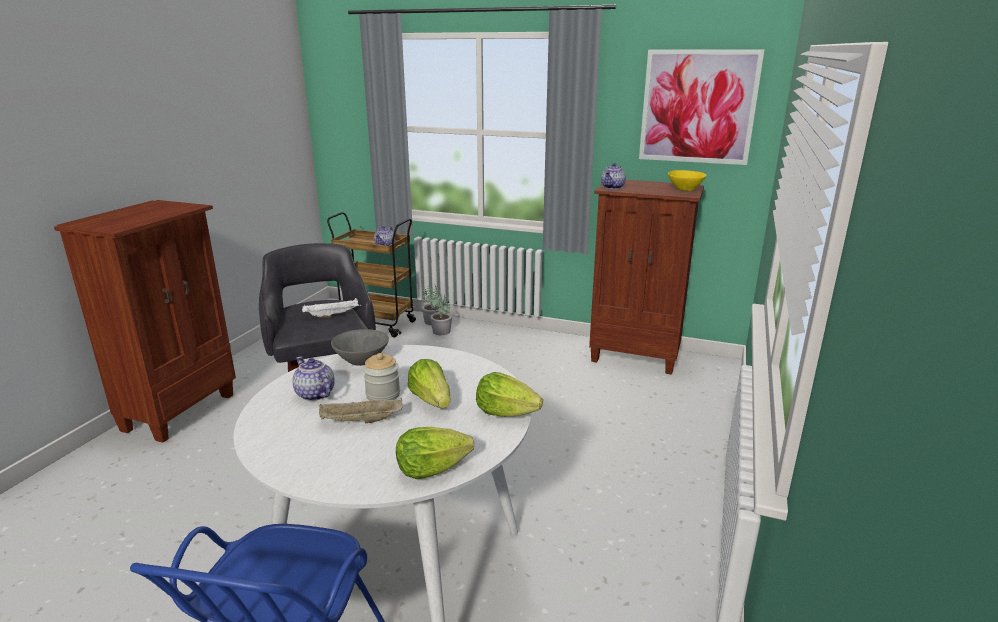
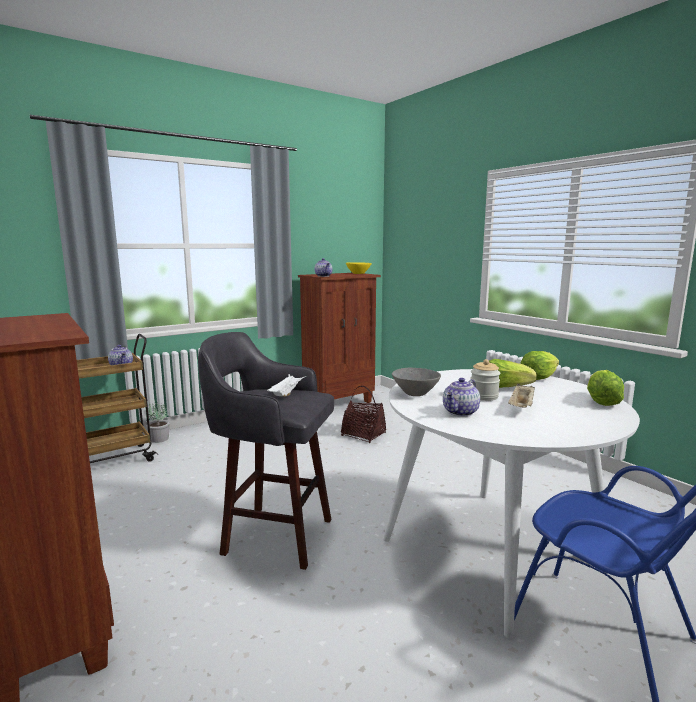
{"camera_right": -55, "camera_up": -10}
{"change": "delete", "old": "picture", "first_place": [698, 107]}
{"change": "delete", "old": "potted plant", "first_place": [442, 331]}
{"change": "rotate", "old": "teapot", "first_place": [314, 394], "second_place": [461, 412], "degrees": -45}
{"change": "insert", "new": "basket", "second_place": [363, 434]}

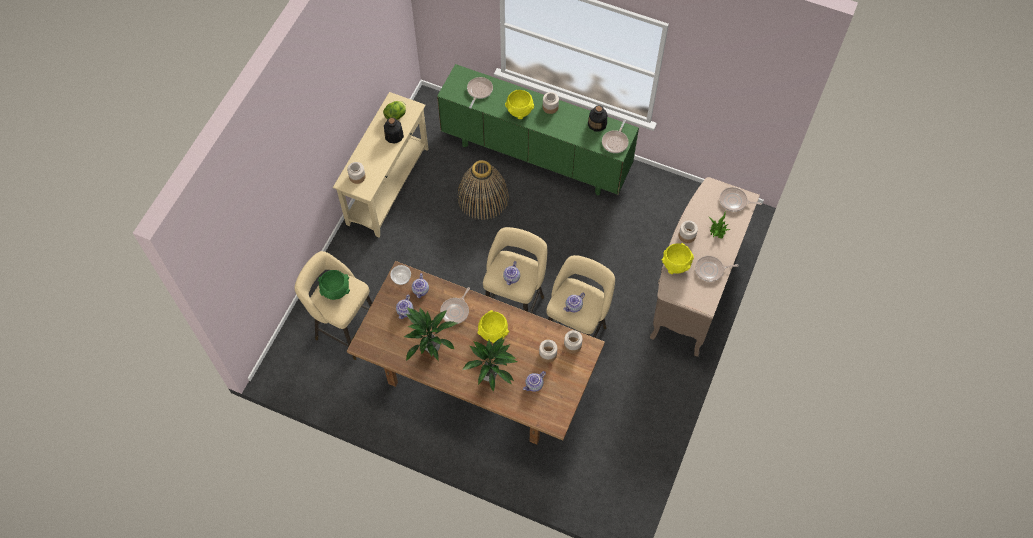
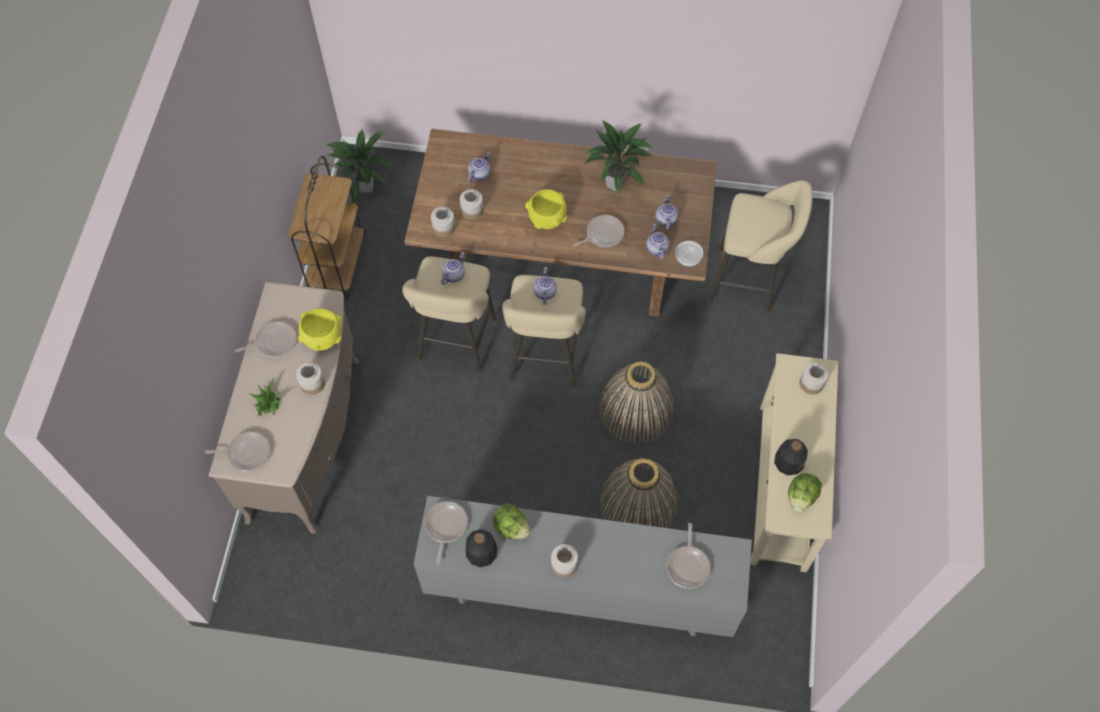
{"camera_right": 165, "camera_up": 0}
{"change": "recolor", "old": "cabinet (green)", "new": "cabinet (grey)", "first_place": [536, 157], "second_place": [579, 593]}
{"change": "delete", "old": "bowl (yellow)", "first_place": [519, 111]}
{"change": "delete", "old": "bowl (green)", "first_place": [336, 291]}
{"change": "rotate", "old": "frying pan", "first_place": [456, 311], "second_place": [602, 234], "degrees": 45}
{"change": "move", "old": "potted plant", "first_place": [490, 377], "second_place": [366, 187]}
{"change": "insert", "new": "cart (brown)", "second_place": [336, 265]}
{"change": "insert", "new": "basket", "second_place": [636, 410]}
{"change": "insert", "new": "lettuce", "second_place": [511, 527]}

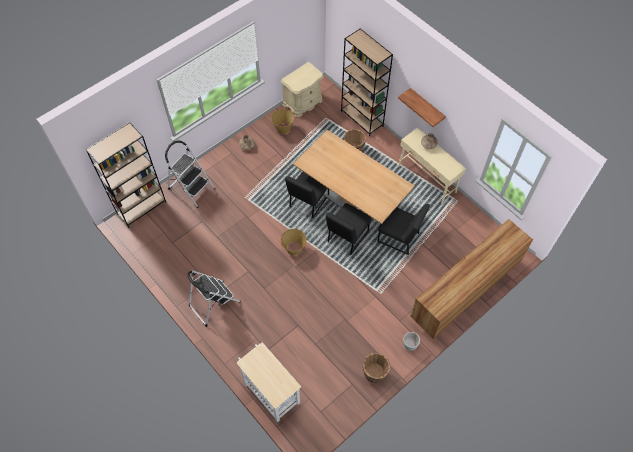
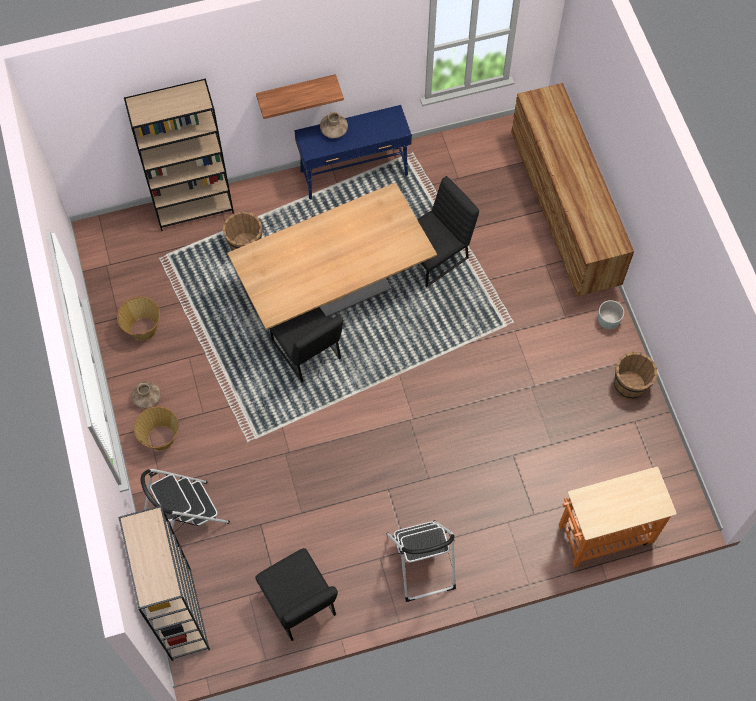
{"camera_right": -65, "camera_up": 5}
{"change": "delete", "old": "nightstand (beige)", "first_place": [304, 103]}
{"change": "recolor", "old": "console table (beige)", "new": "console table (blue)", "first_place": [426, 179], "second_place": [354, 173]}
{"change": "move", "old": "chair (black)", "first_place": [347, 237], "second_place": [299, 604]}
{"change": "move", "old": "basket", "first_place": [294, 248], "second_place": [161, 438]}
{"change": "recolor", "old": "cart (white)", "new": "cart (orange)", "first_place": [271, 393], "second_place": [603, 535]}

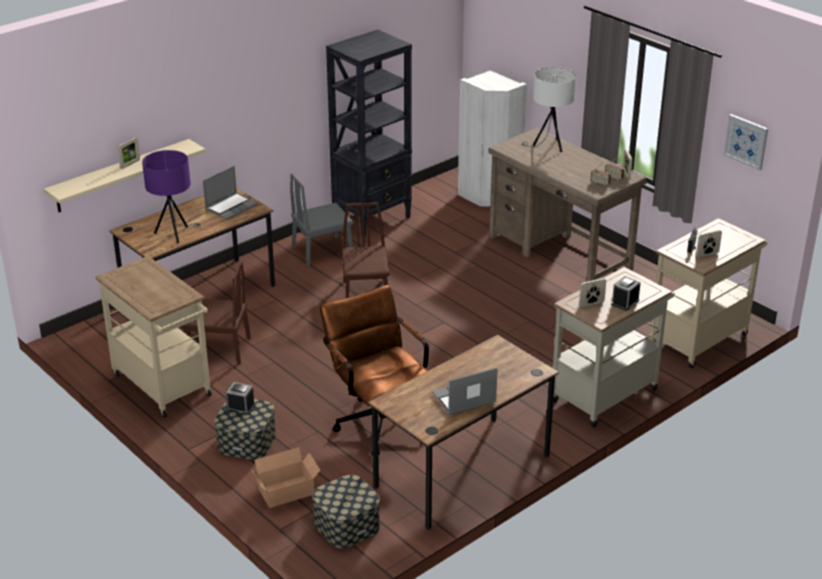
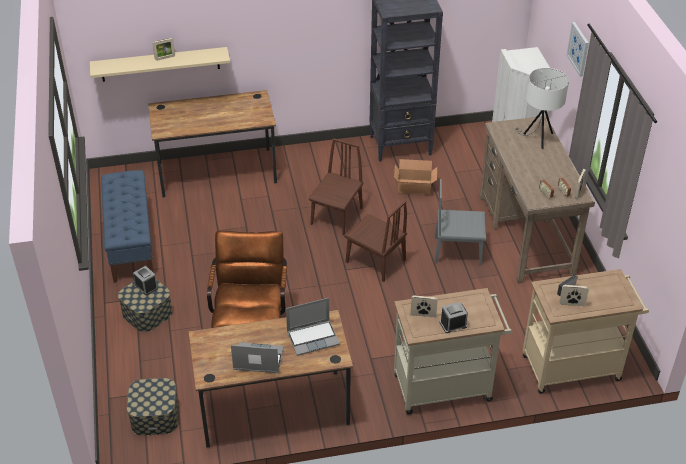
{"camera_right": 30, "camera_up": 10}
{"change": "move", "old": "picture", "first_place": [746, 141], "second_place": [578, 49]}
{"change": "delete", "old": "table lamp (purple)", "first_place": [175, 234]}
{"change": "move", "old": "laptop", "first_place": [231, 207], "second_place": [313, 338]}
{"change": "move", "old": "chair (grey)", "first_place": [322, 251], "second_place": [458, 251]}
{"change": "replace", "old": "cart (beige)", "new": "bench (blue)", "first_place": [164, 387], "second_place": [131, 243]}
{"change": "move", "old": "chair (brown)", "first_place": [218, 349], "second_place": [375, 261]}
{"change": "move", "old": "cardboard box", "first_place": [288, 492], "second_place": [415, 187]}

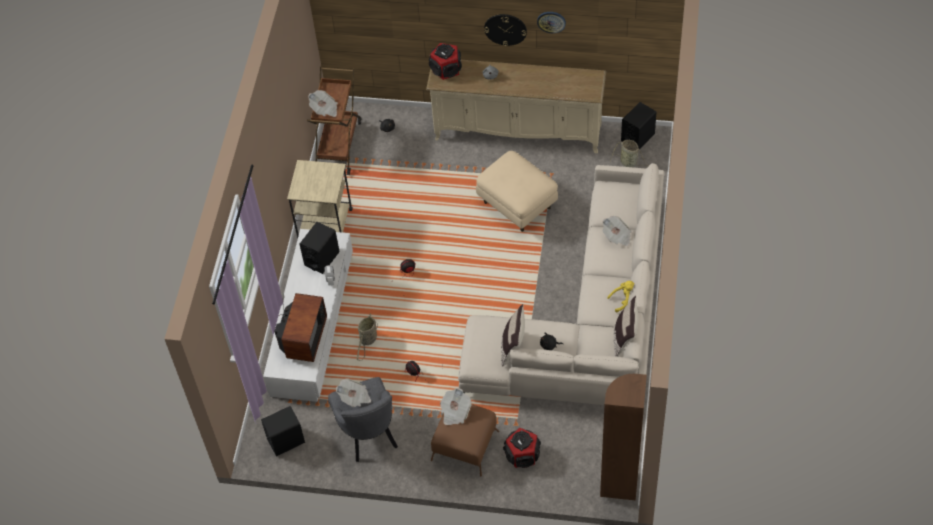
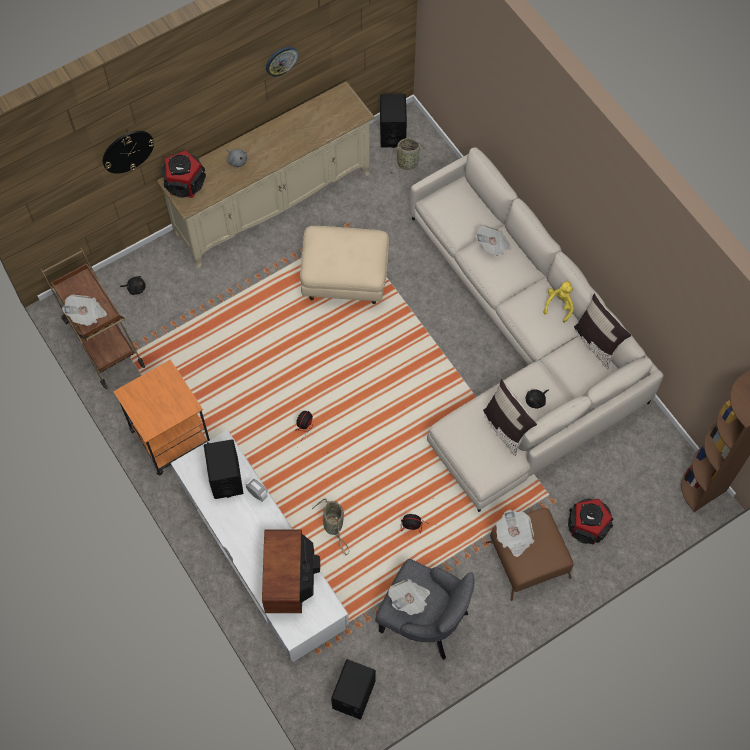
{"camera_right": -45, "camera_up": 10}
{"change": "move", "old": "wall clock", "first_place": [505, 29], "second_place": [127, 151]}
{"change": "recolor", "old": "cart (beige)", "new": "cart (orange)", "first_place": [325, 224], "second_place": [170, 436]}
{"change": "rotate", "old": "television", "first_place": [302, 339], "second_place": [290, 579], "degrees": -150}

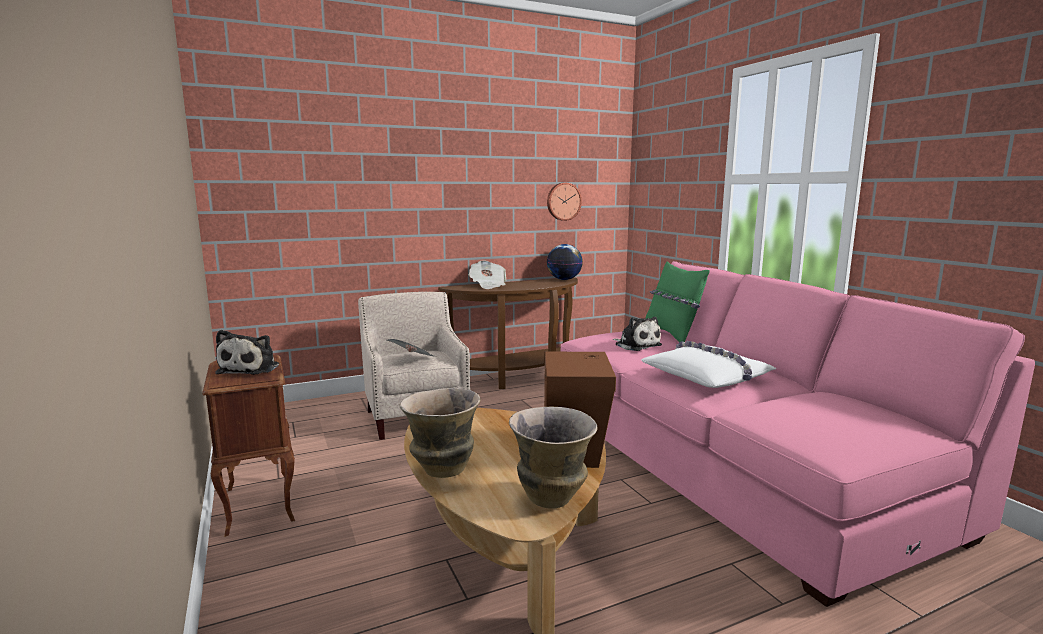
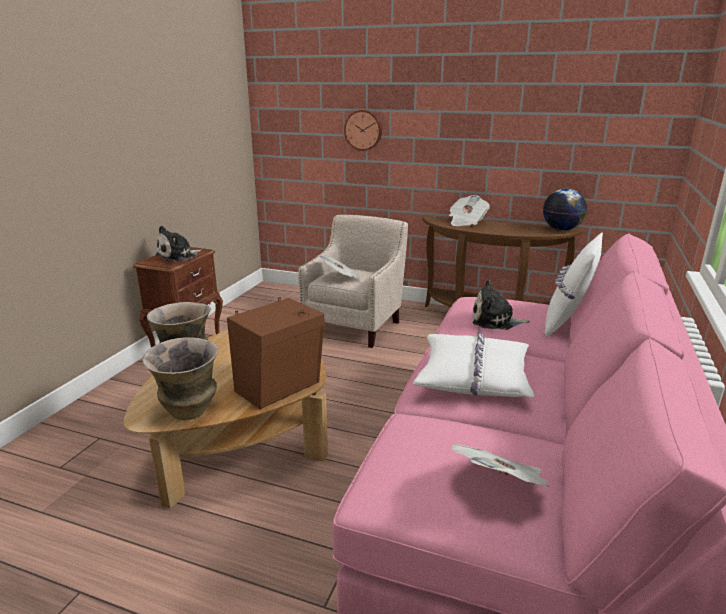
{"camera_right": 45, "camera_up": 10}
{"change": "move", "old": "wall clock", "first_place": [563, 201], "second_place": [363, 130]}
{"change": "recolor", "old": "pillow (green)", "new": "pillow (white)", "first_place": [672, 334], "second_place": [568, 322]}
{"change": "rotate", "old": "plush toy", "first_place": [636, 345], "second_place": [495, 321], "degrees": 90}
{"change": "insert", "new": "newspaper", "second_place": [501, 485]}

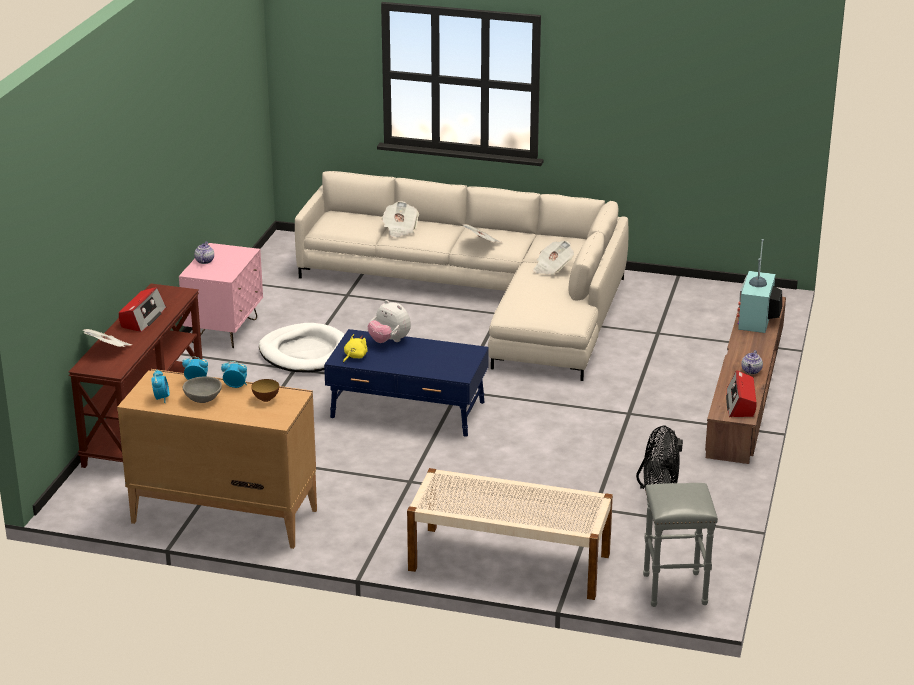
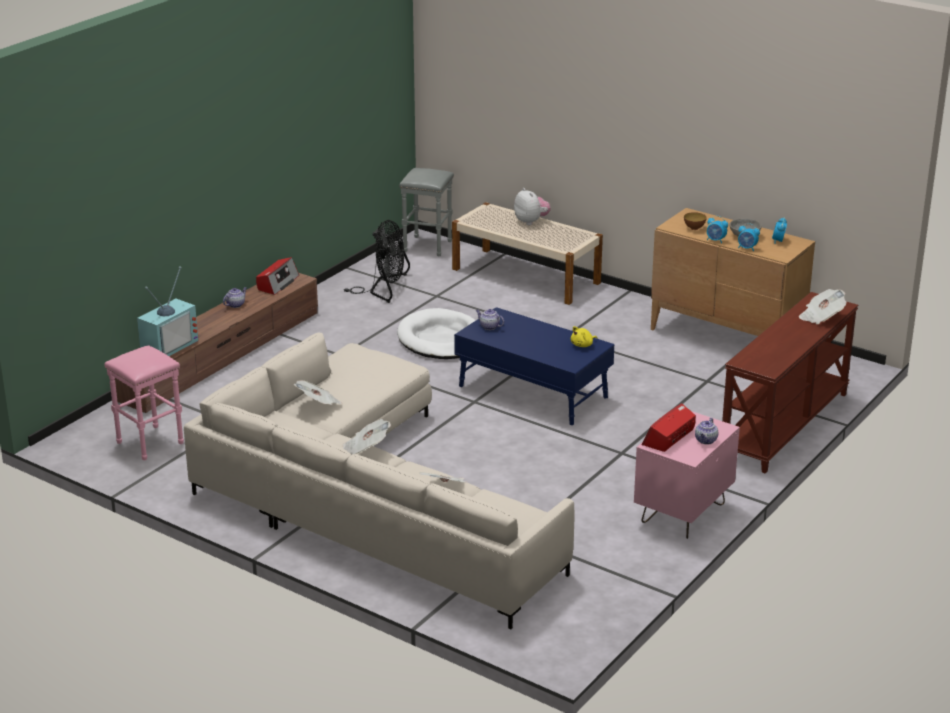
{"camera_right": -160, "camera_up": 0}
{"change": "move", "old": "radio", "first_place": [142, 318], "second_place": [669, 437]}
{"change": "move", "old": "plush toy", "first_place": [389, 341], "second_place": [531, 221]}
{"change": "move", "old": "dog bed (white)", "first_place": [306, 353], "second_place": [441, 339]}
{"change": "insert", "new": "teapot", "second_place": [489, 327]}
{"change": "insert", "new": "stool (pink)", "second_place": [148, 442]}

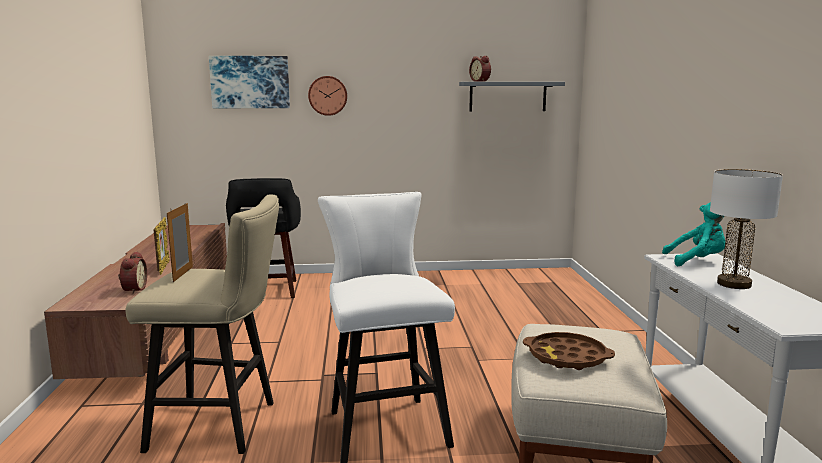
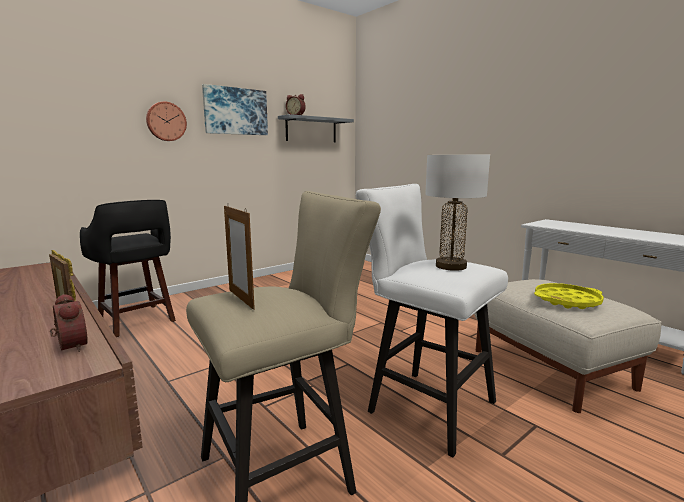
{"camera_right": -35, "camera_up": 0}
{"change": "move", "old": "picture", "first_place": [250, 82], "second_place": [235, 111]}
{"change": "move", "old": "table lamp", "first_place": [733, 284], "second_place": [450, 266]}
{"change": "delete", "old": "plush toy (turquoise)", "first_place": [697, 261]}
{"change": "recolor", "old": "tray (brown)", "new": "tray (yellow)", "first_place": [567, 357], "second_place": [567, 301]}

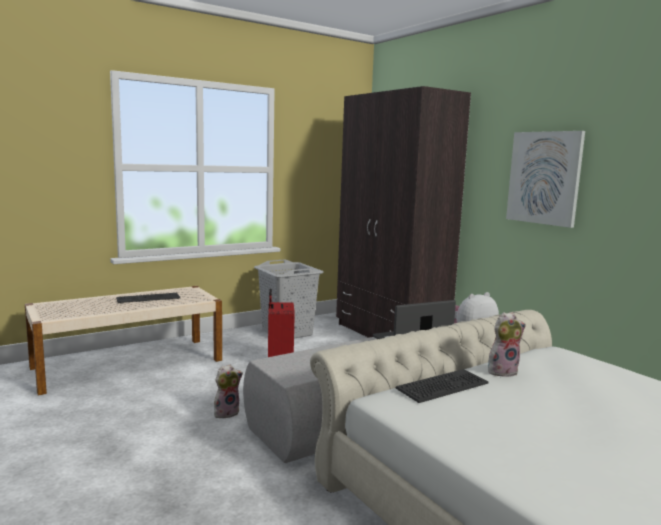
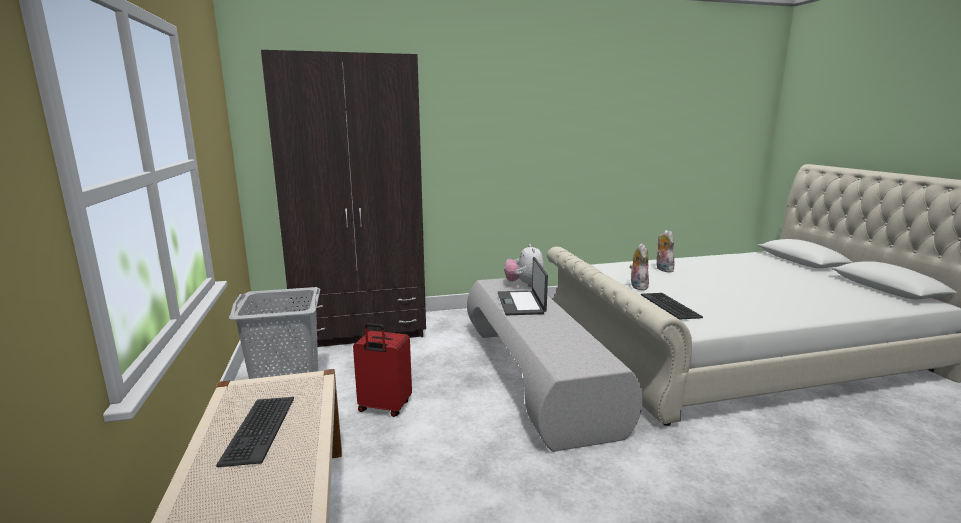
{"camera_right": -70, "camera_up": 5}
{"change": "delete", "old": "picture", "first_place": [544, 178]}
{"change": "move", "old": "plush toy", "first_place": [226, 412], "second_place": [662, 269]}

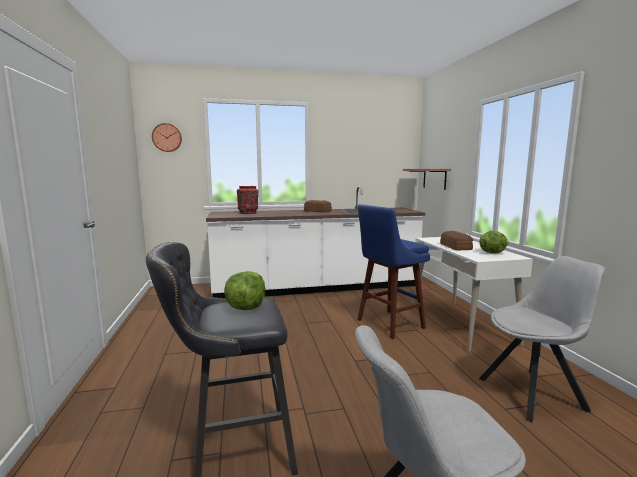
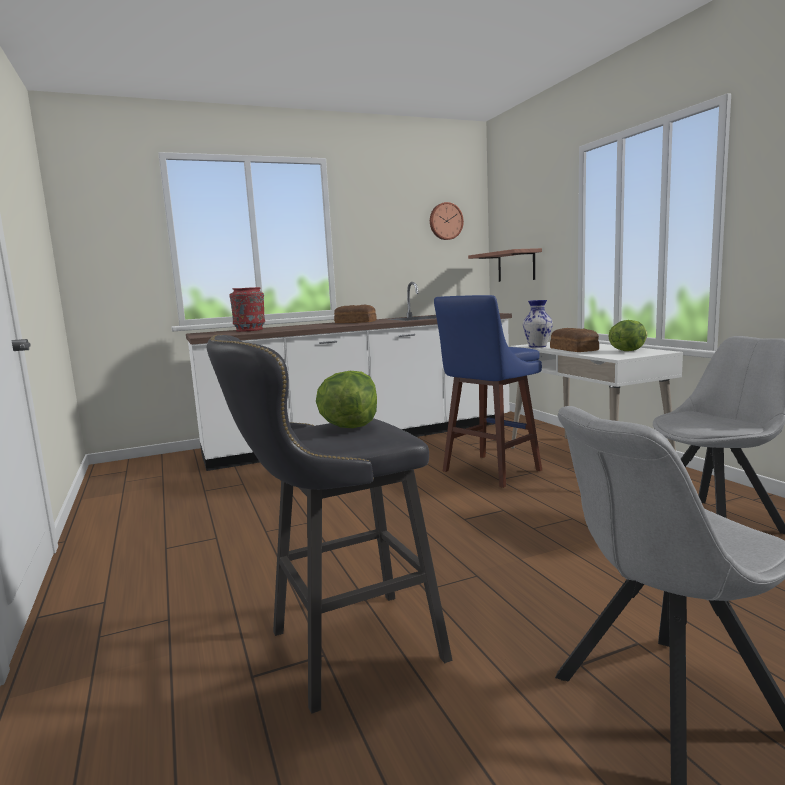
{"camera_right": -10, "camera_up": 0}
{"change": "move", "old": "wall clock", "first_place": [167, 137], "second_place": [445, 221]}
{"change": "insert", "new": "vase", "second_place": [537, 346]}

